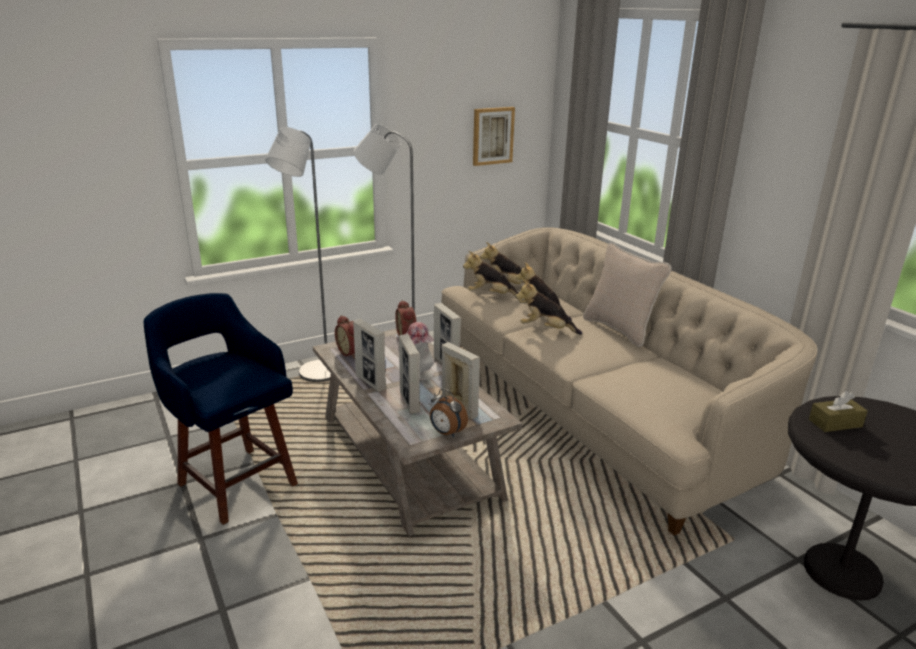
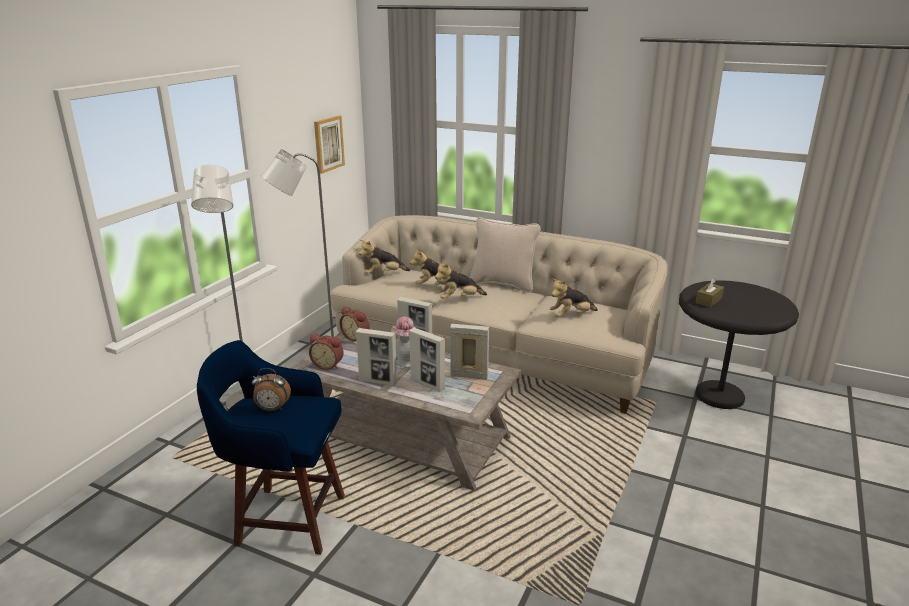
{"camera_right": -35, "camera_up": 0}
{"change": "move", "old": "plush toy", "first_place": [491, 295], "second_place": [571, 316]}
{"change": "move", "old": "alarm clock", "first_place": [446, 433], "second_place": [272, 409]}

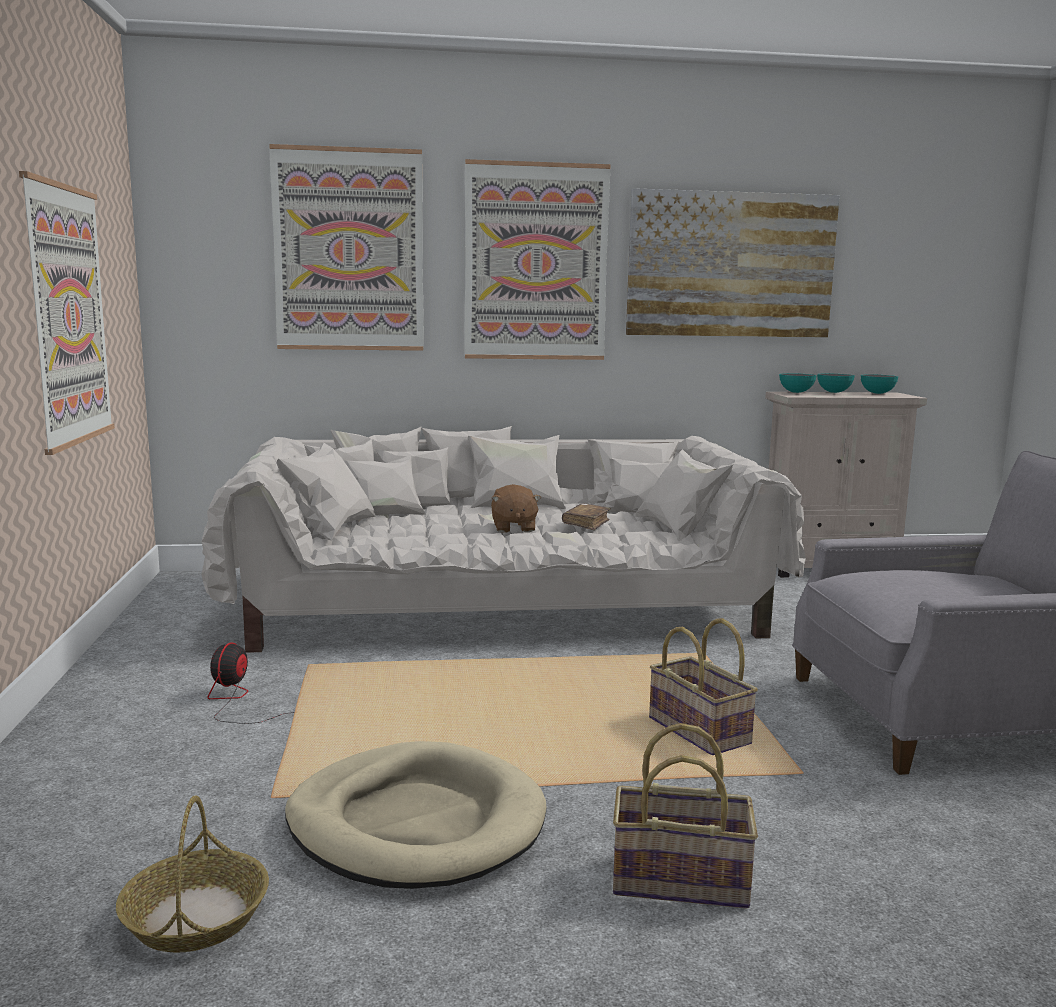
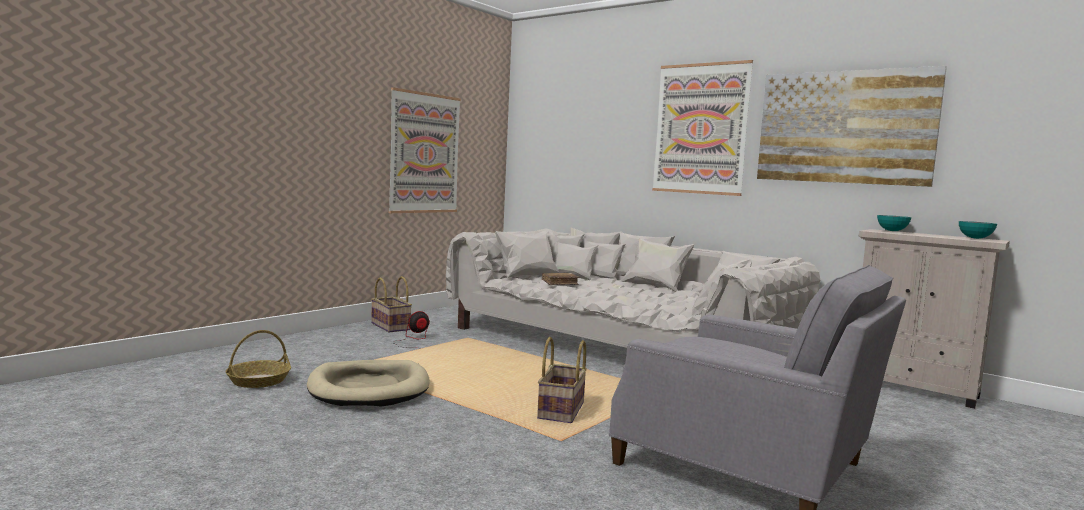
{"camera_right": 45, "camera_up": -5}
{"change": "delete", "old": "picture", "first_place": [349, 250]}
{"change": "delete", "old": "bowl", "first_place": [834, 392]}
{"change": "delete", "old": "plush toy (brown)", "first_place": [513, 528]}
{"change": "move", "old": "book (brown)", "first_place": [586, 523], "second_place": [559, 283]}
{"change": "move", "old": "basket", "first_place": [680, 879], "second_place": [391, 326]}

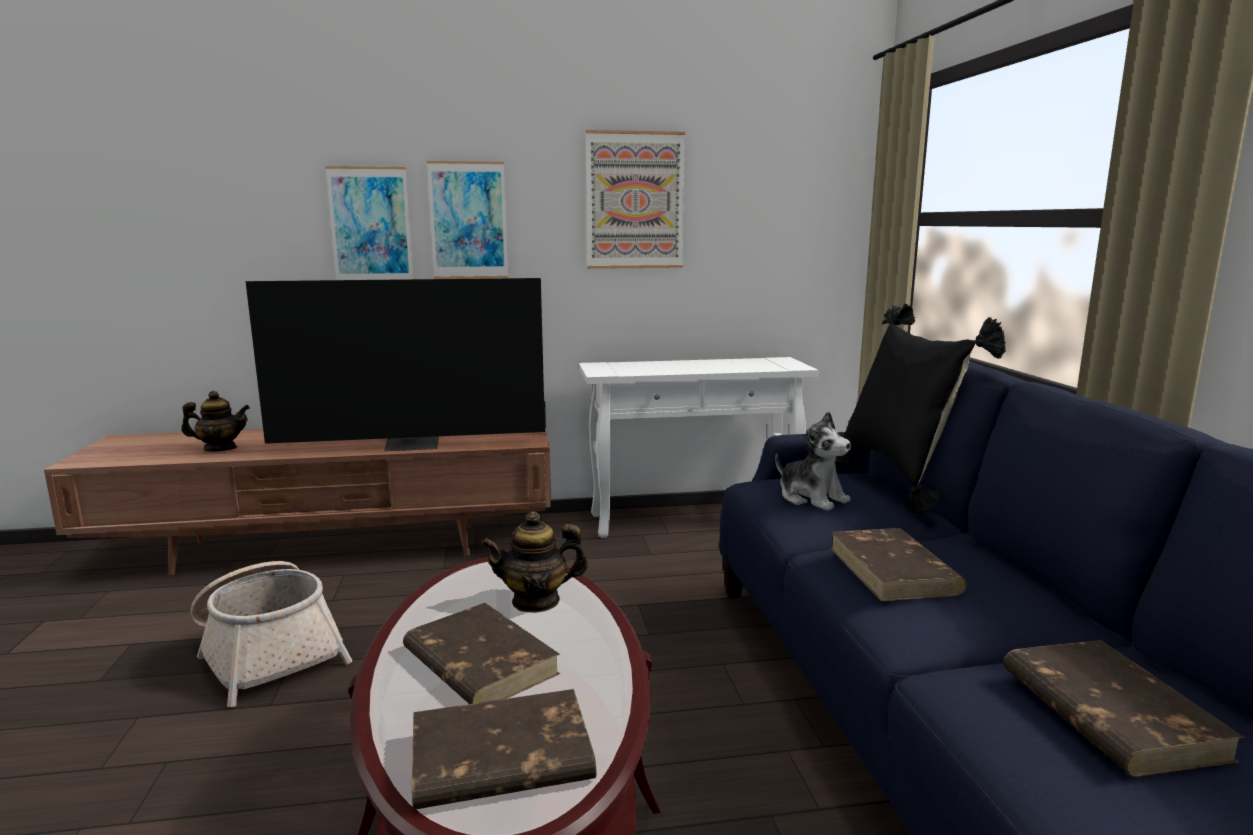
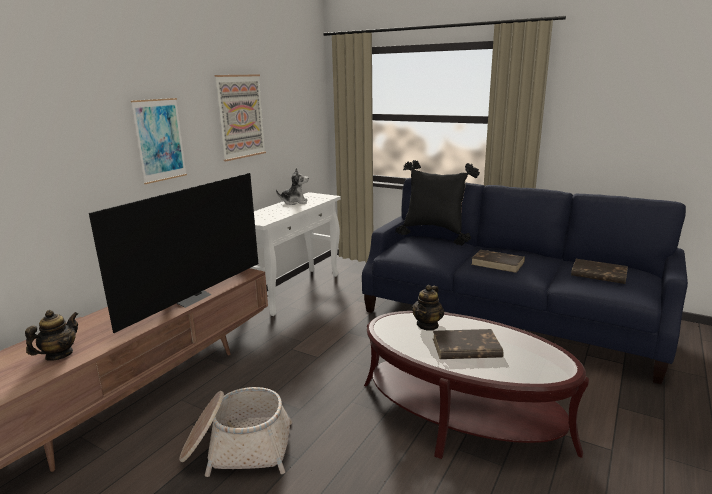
{"camera_right": -50, "camera_up": 5}
{"change": "delete", "old": "picture", "first_place": [371, 227]}
{"change": "move", "old": "plush toy", "first_place": [812, 498], "second_place": [294, 202]}
{"change": "delete", "old": "book (brown)", "first_place": [499, 758]}

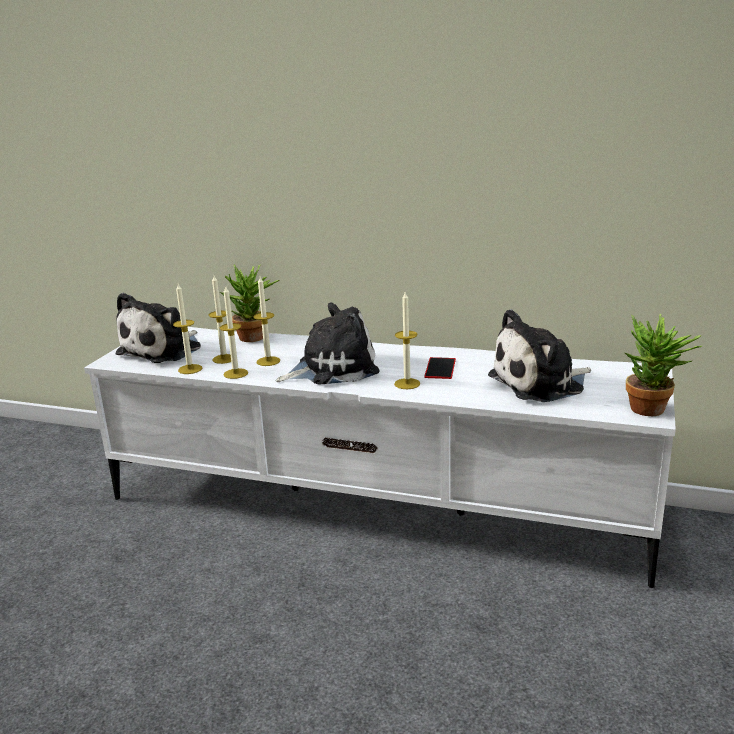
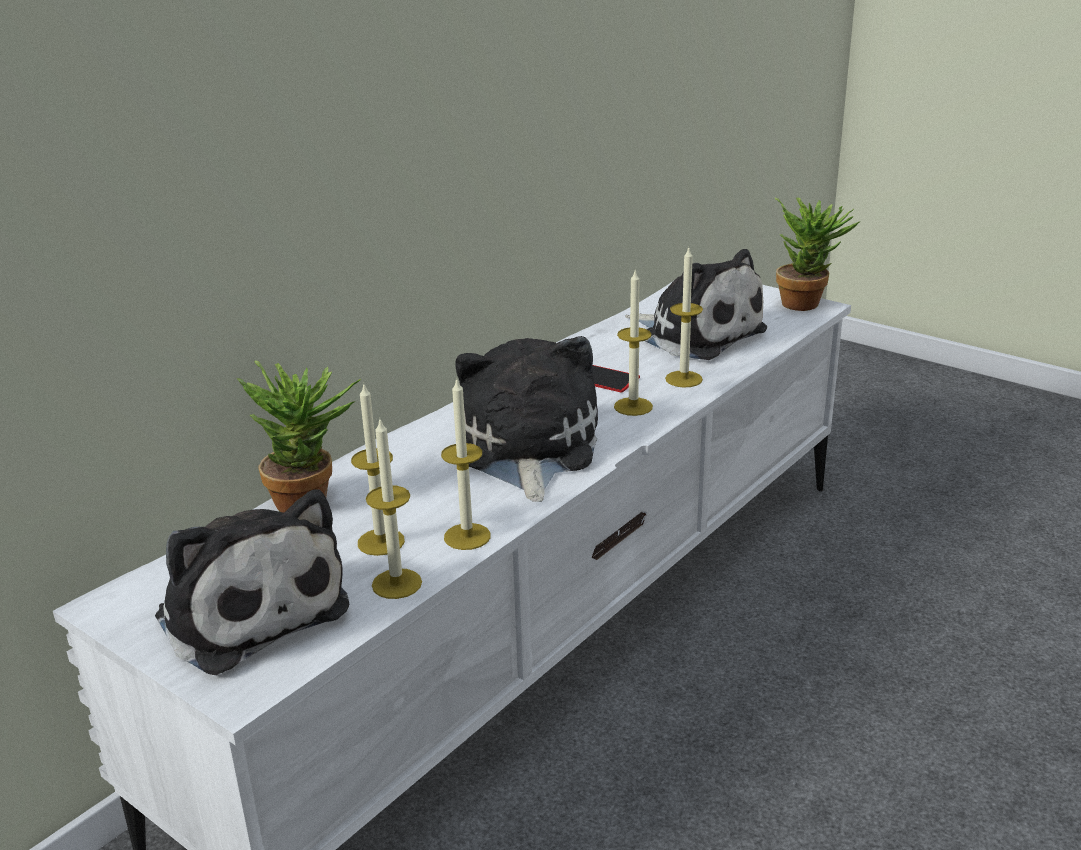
{"camera_right": -70, "camera_up": 5}
{"change": "move", "old": "candle", "first_place": [268, 361], "second_place": [683, 379]}
{"change": "rotate", "old": "plush toy", "first_place": [541, 383], "second_place": [696, 334], "degrees": -45}

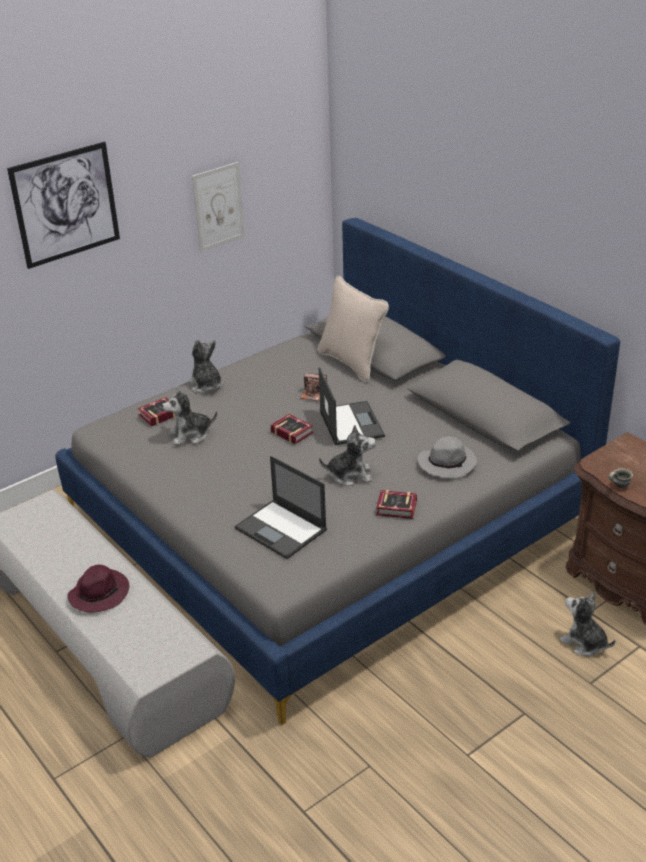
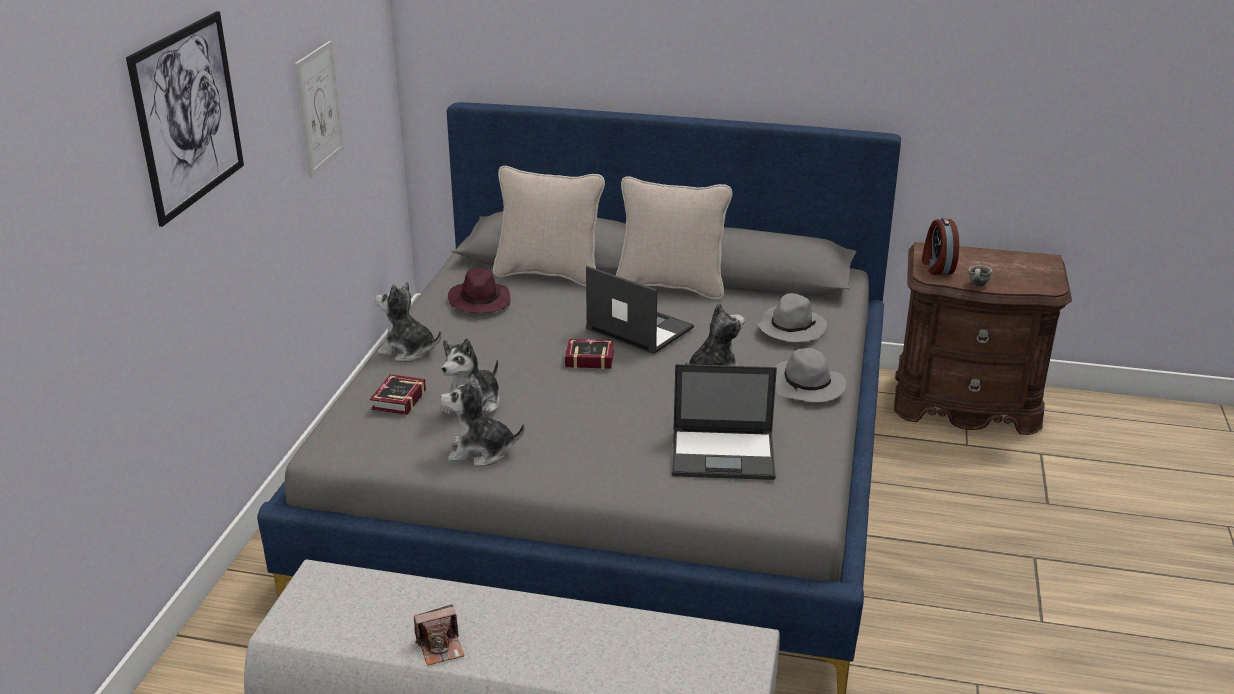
{"camera_right": -40, "camera_up": -5}
{"change": "move", "old": "photo camera", "first_place": [313, 394], "second_place": [440, 647]}
{"change": "replace", "old": "book", "new": "hat (grey)", "first_place": [398, 509], "second_place": [807, 386]}
{"change": "move", "old": "hat (purple)", "first_place": [99, 593], "second_place": [479, 301]}
{"change": "move", "old": "plush toy", "first_place": [584, 643], "second_place": [481, 452]}
{"change": "insert", "new": "pillow (beige)", "second_place": [671, 286]}
{"change": "insert", "new": "alarm clock", "second_place": [937, 267]}

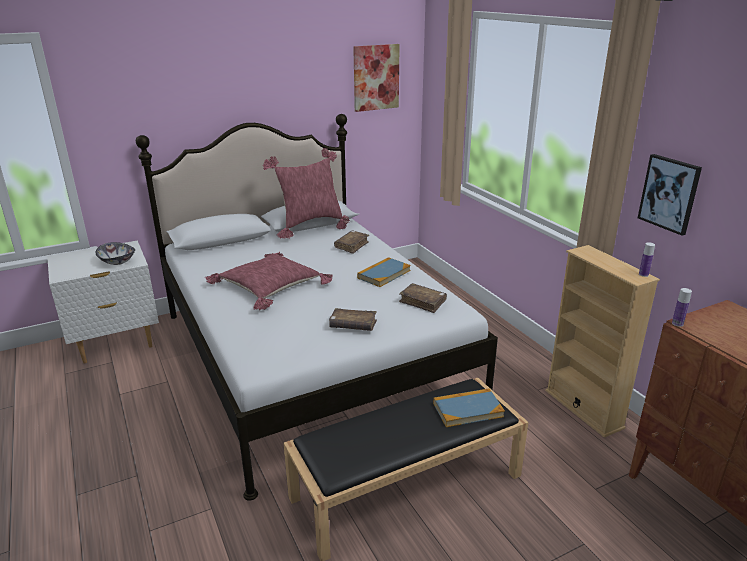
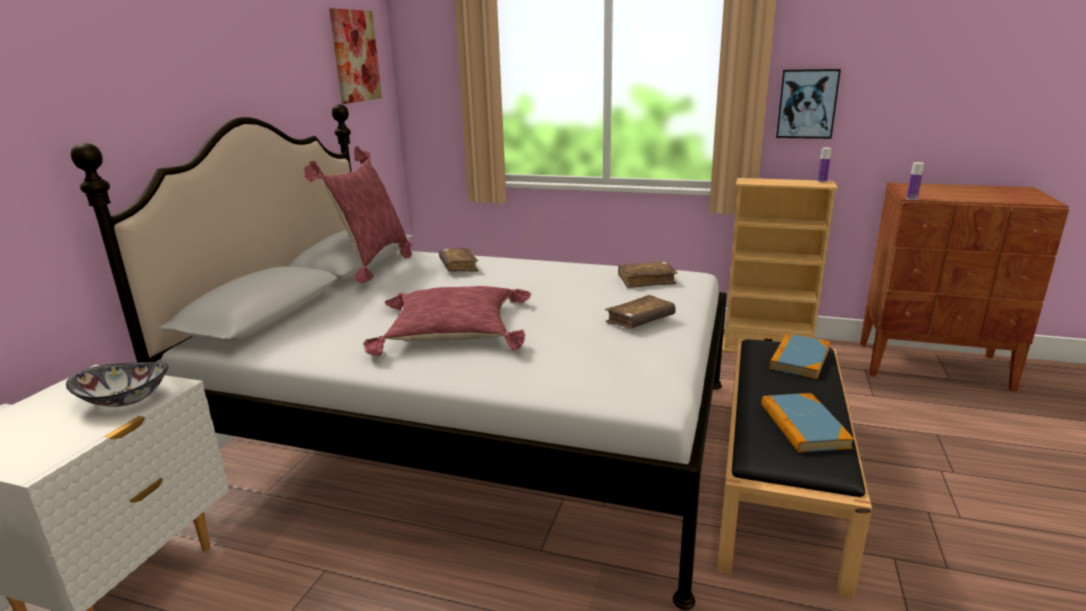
{"camera_right": -45, "camera_up": -5}
{"change": "move", "old": "book", "first_place": [384, 274], "second_place": [803, 426]}

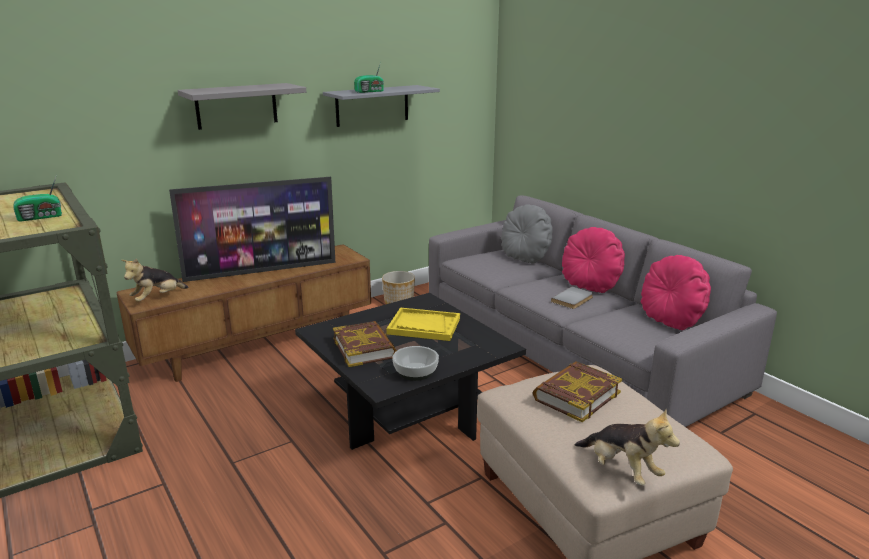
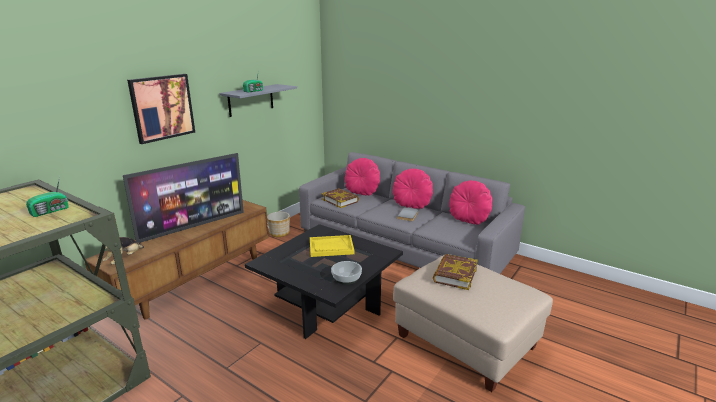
{"camera_right": -20, "camera_up": 0}
{"change": "replace", "old": "shelf (grey)", "new": "picture", "first_place": [236, 106], "second_place": [162, 107]}
{"change": "recolor", "old": "pillow (grey)", "new": "pillow (pink)", "first_place": [525, 259], "second_place": [362, 193]}
{"change": "move", "old": "book", "first_place": [364, 348], "second_place": [340, 200]}
{"change": "delete", "old": "plush toy", "first_place": [621, 470]}

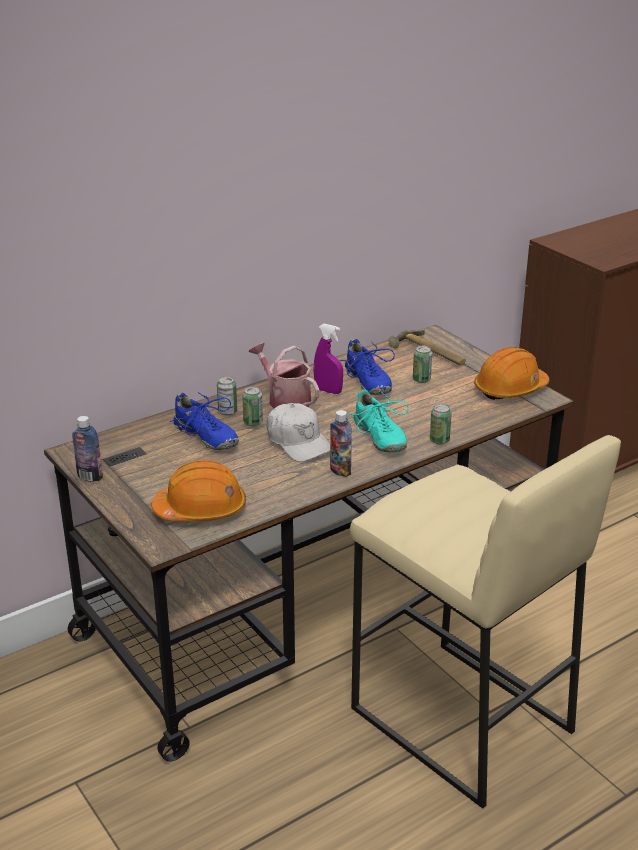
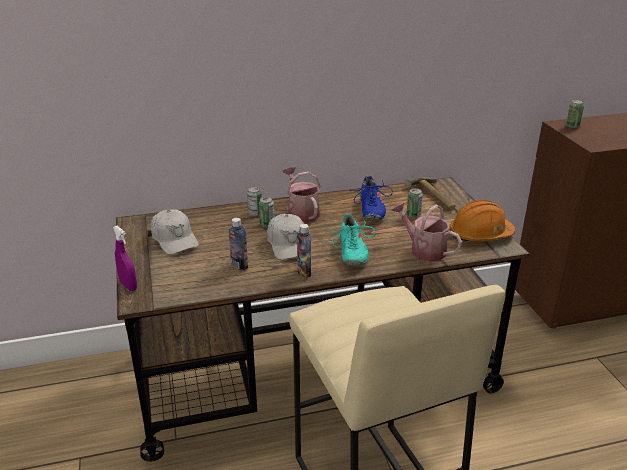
{"camera_right": 20, "camera_up": 0}
{"change": "move", "old": "spray bottle (purple)", "first_place": [328, 391], "second_place": [128, 286]}
{"change": "delete", "old": "shoe (blue)", "first_place": [205, 437]}
{"change": "move", "old": "can", "first_place": [439, 440], "second_place": [572, 126]}
{"change": "move", "old": "bottle", "first_place": [90, 477], "second_place": [239, 265]}
{"change": "delete", "old": "hard hat (orange)", "first_place": [201, 509]}
{"change": "insert", "new": "watering can", "second_place": [423, 249]}
{"change": "insert", "new": "cap (white)", "second_place": [174, 239]}

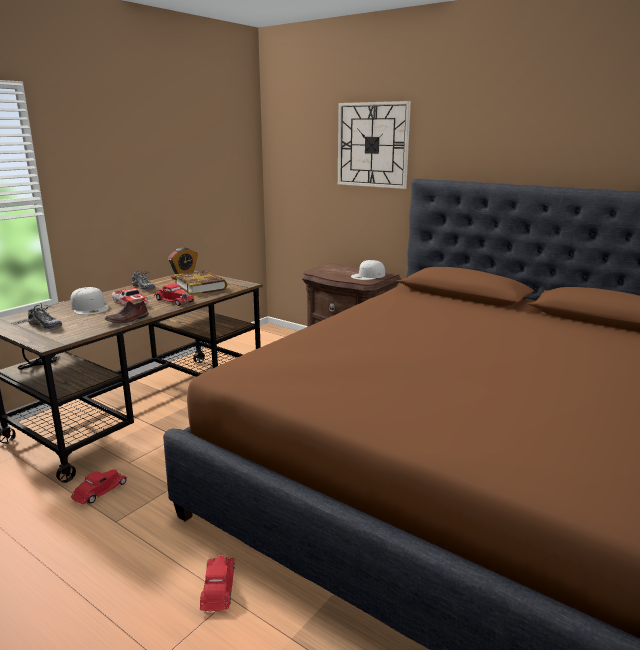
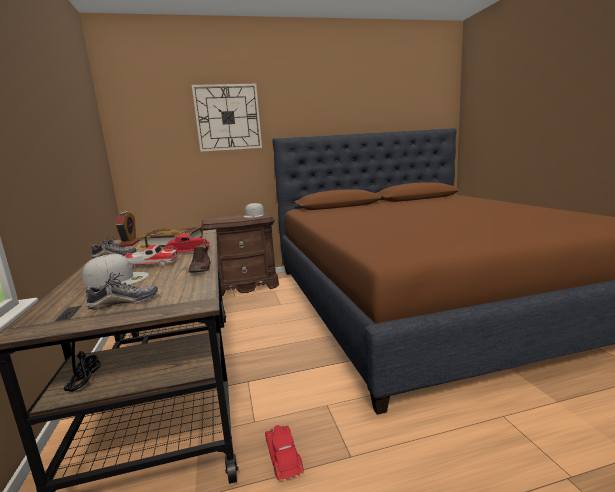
{"camera_right": -50, "camera_up": -5}
{"change": "delete", "old": "toy car (red)", "first_place": [218, 588]}

